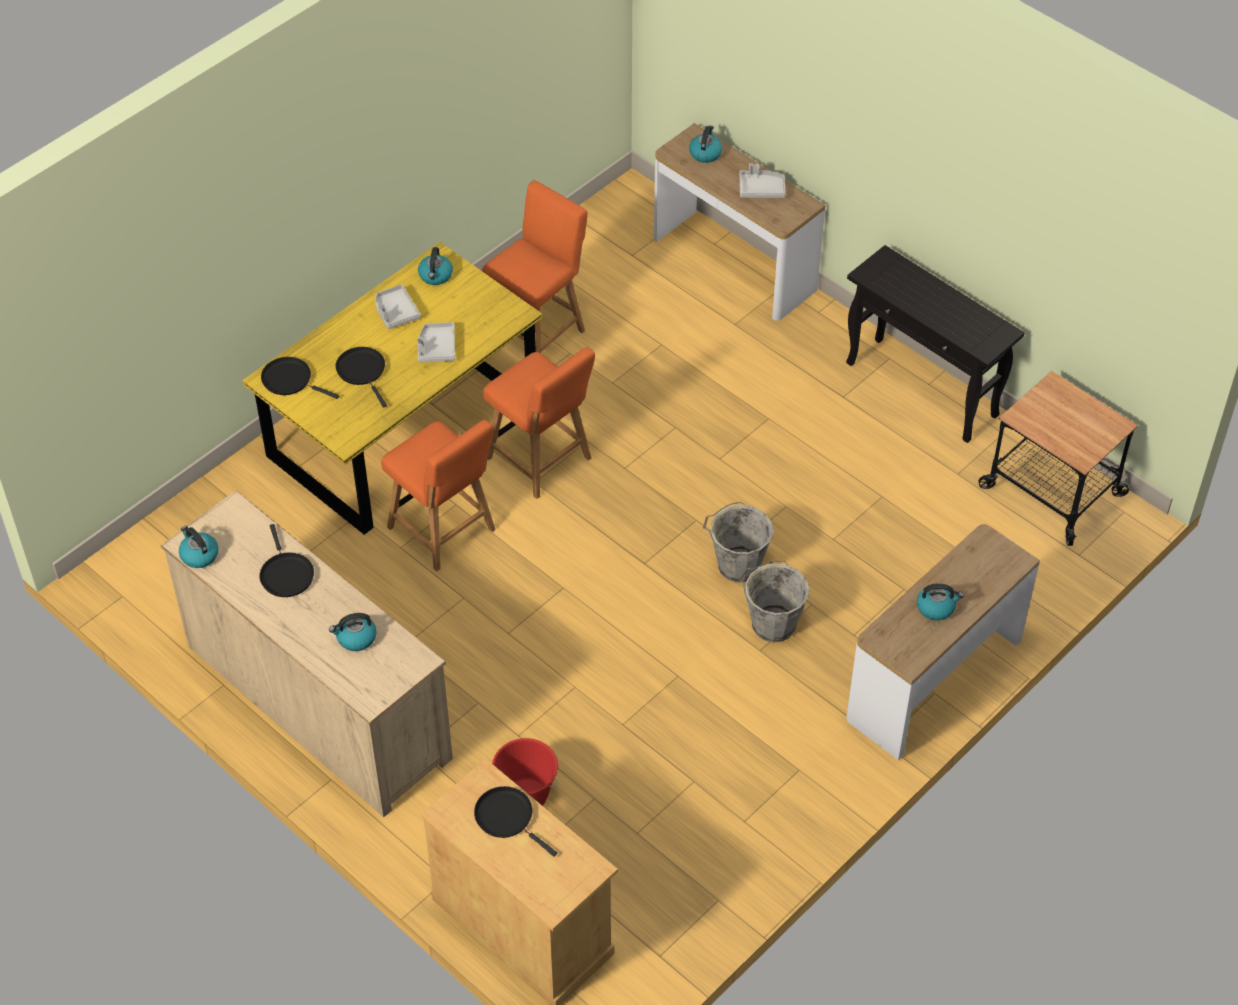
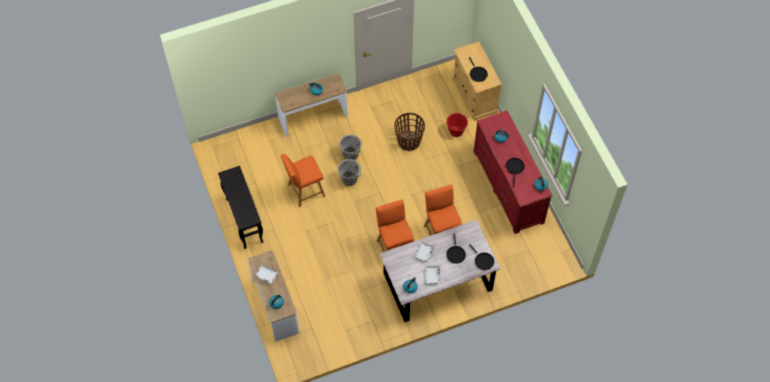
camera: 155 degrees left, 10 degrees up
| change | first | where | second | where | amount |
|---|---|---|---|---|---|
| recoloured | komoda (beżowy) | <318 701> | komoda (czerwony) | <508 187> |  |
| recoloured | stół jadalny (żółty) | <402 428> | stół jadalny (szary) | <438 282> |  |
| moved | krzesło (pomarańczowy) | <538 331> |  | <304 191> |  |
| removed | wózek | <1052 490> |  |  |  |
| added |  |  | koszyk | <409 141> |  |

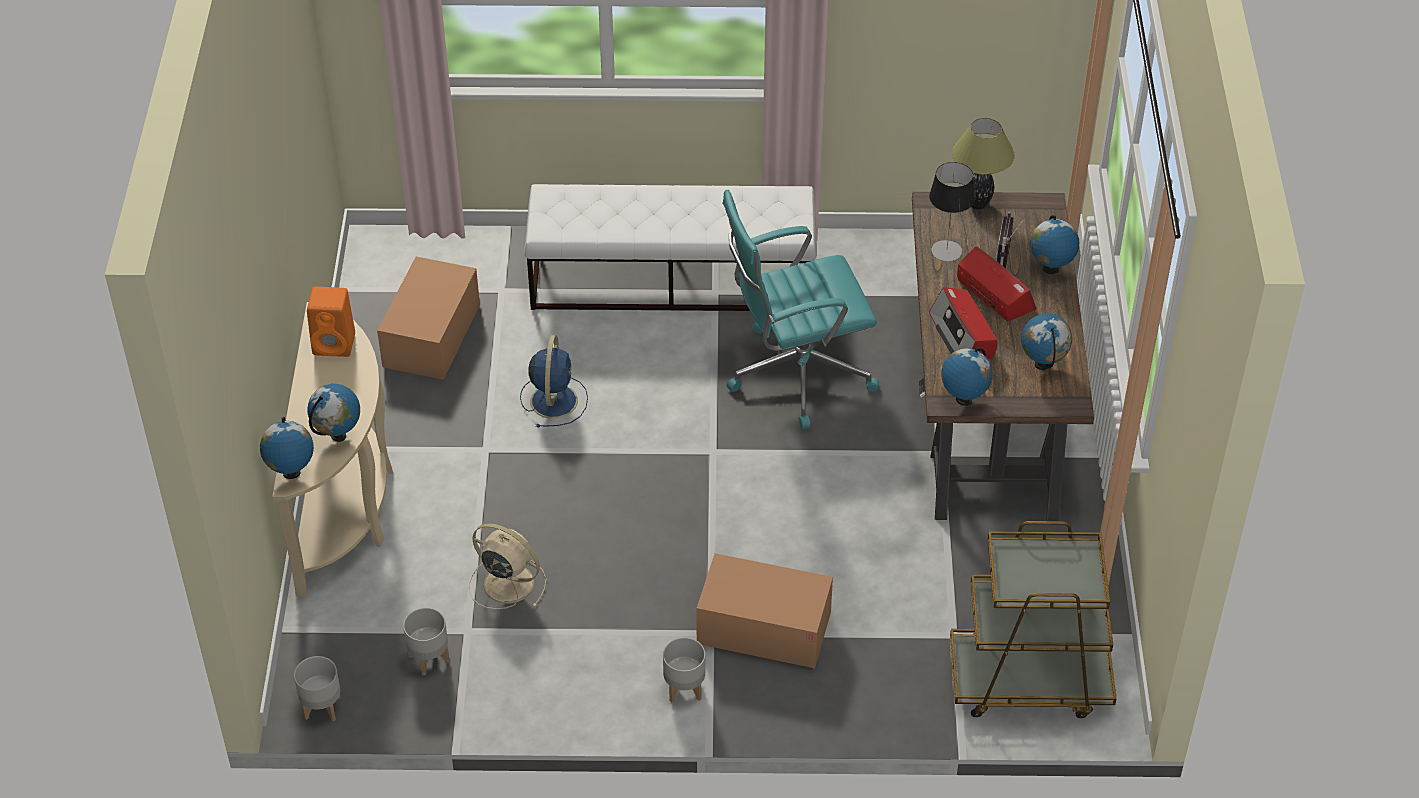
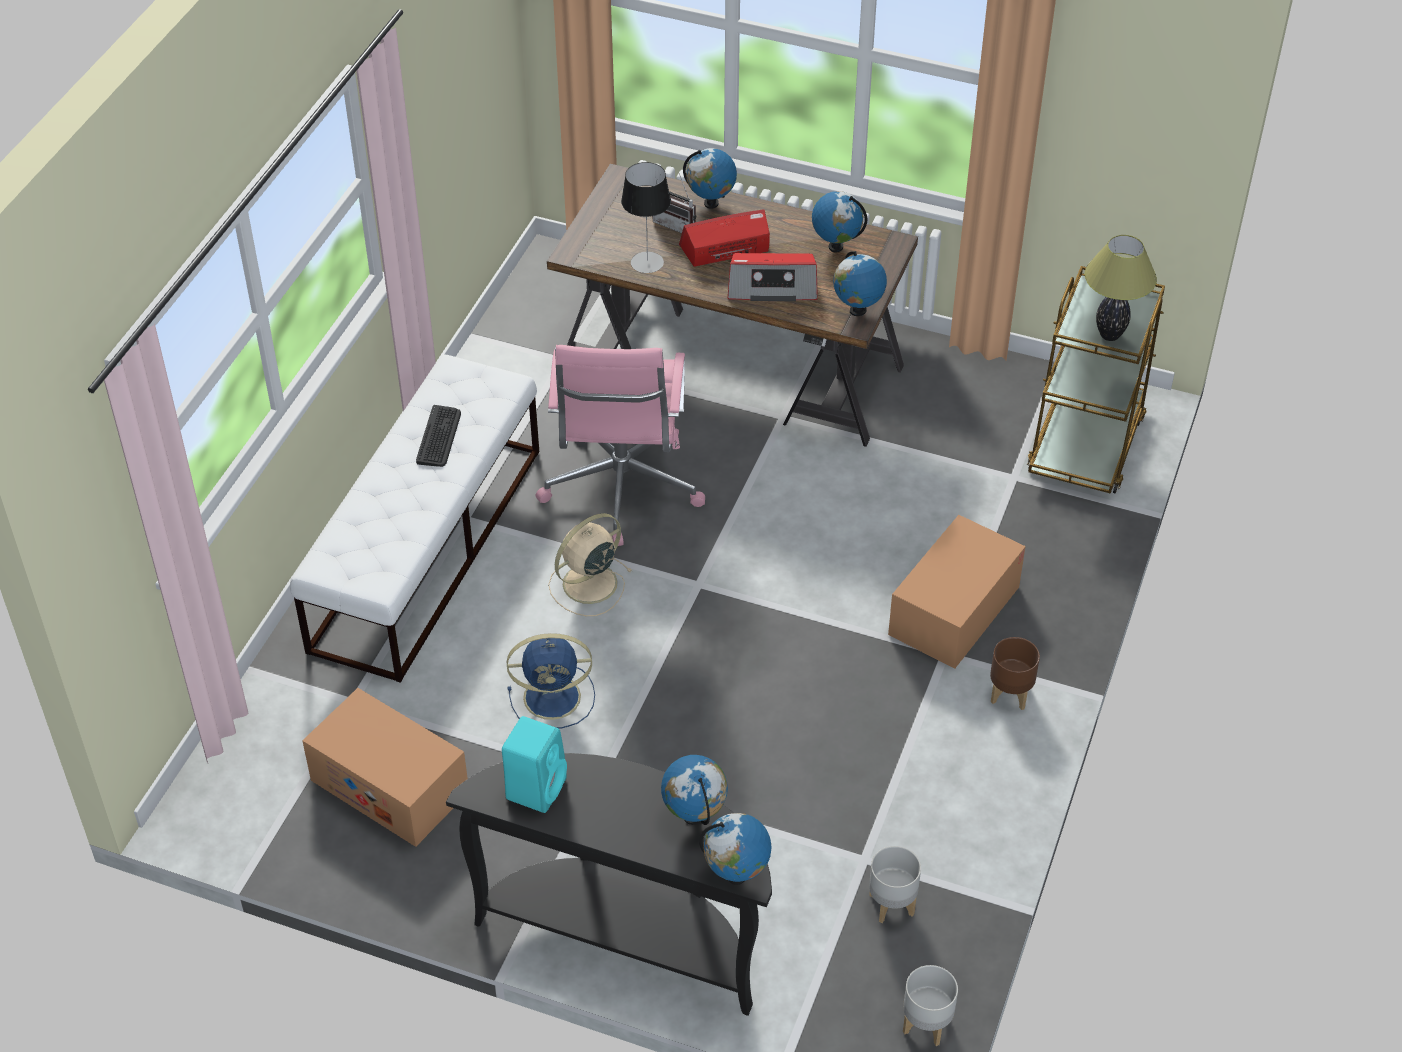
camera: 70 degrees left, 0 degrees up
| change | first | where | second | where | amount |
|---|---|---|---|---|---|
| recoloured | stolik konsolowy (beżowy) | <345 506> | stolik konsolowy (czarny) | <626 934> |  |
| recoloured | głośnik (pomarańczowy) | <335 344> | głośnik (turkusowy) | <536 787> |  |
| moved | wentylator (beżowy) | <506 582> |  | <588 585> |  |
| turned | wentylator (niebieski) | <554 399> |  | <555 697> | 150 degrees clockwise |
| recoloured | donica (szary) | <683 688> | donica (brązowy) | <1010 694> |  |
| recoloured | krzesło biurowe (turkusowy) | <796 373> | krzesło biurowe (różowy) | <621 489> |  |
| moved | lampa stołowa | <977 204> |  | <1110 335> |  |
| added |  |  | klawiatura | <439 437> |  |

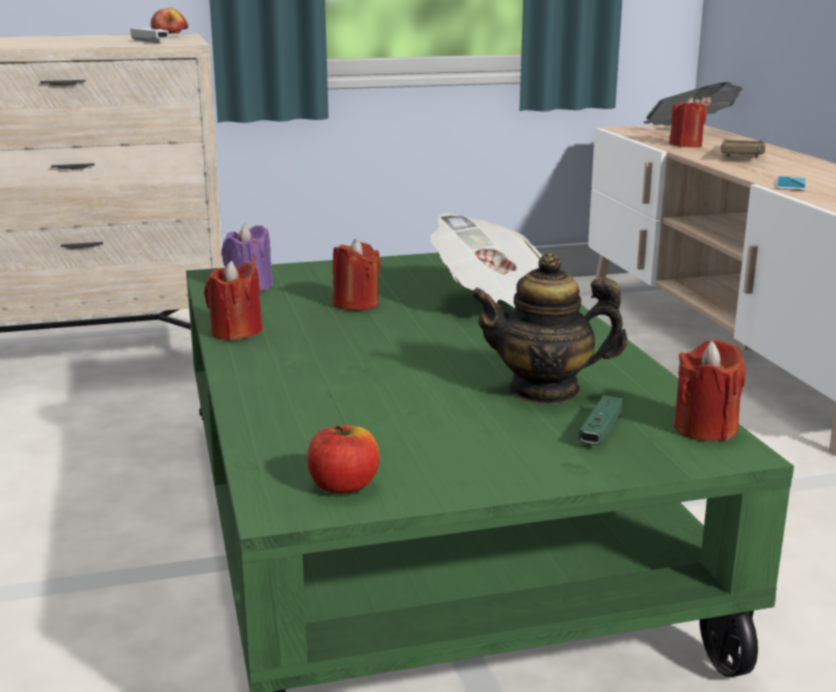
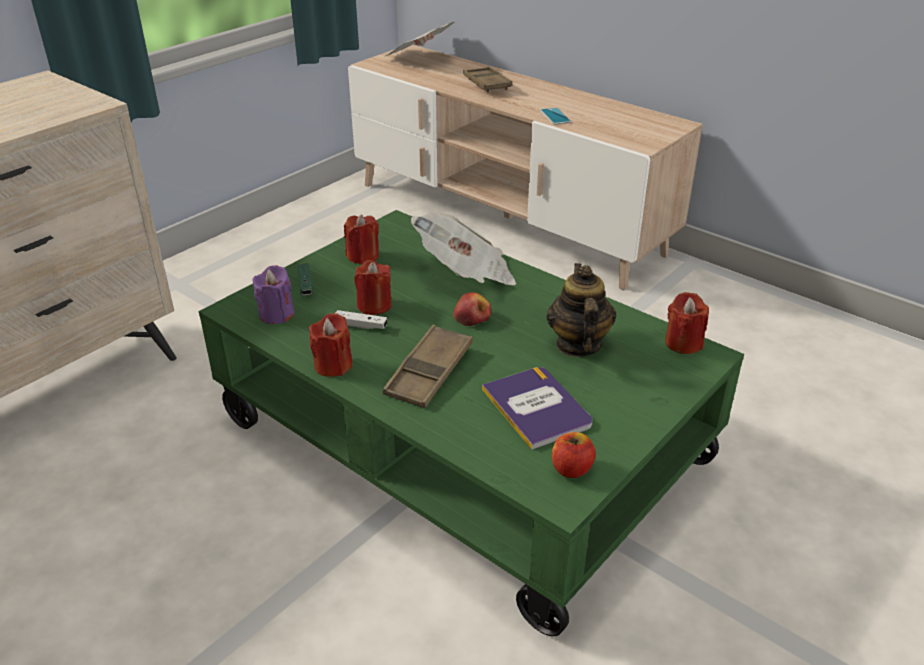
camera: 35 degrees left, 15 degrees up
| change | first | where | second | where | amount |
|---|---|---|---|---|---|
| moved | pad do gier (biały) | <149 41> |  | <360 326> |  |
| moved | jabłko | <170 36> |  | <472 317> |  |
| turned | imbryk | <545 390> |  | <578 344> | 120 degrees clockwise |
| moved | pad do gier (zielony) | <600 431> |  | <305 285> |  |
| moved | świeca (czerwony) | <685 145> |  | <363 256> |  |
| added |  |  | taca (brązowy) | <429 372> |  |
| added |  |  | książka | <537 407> |  |

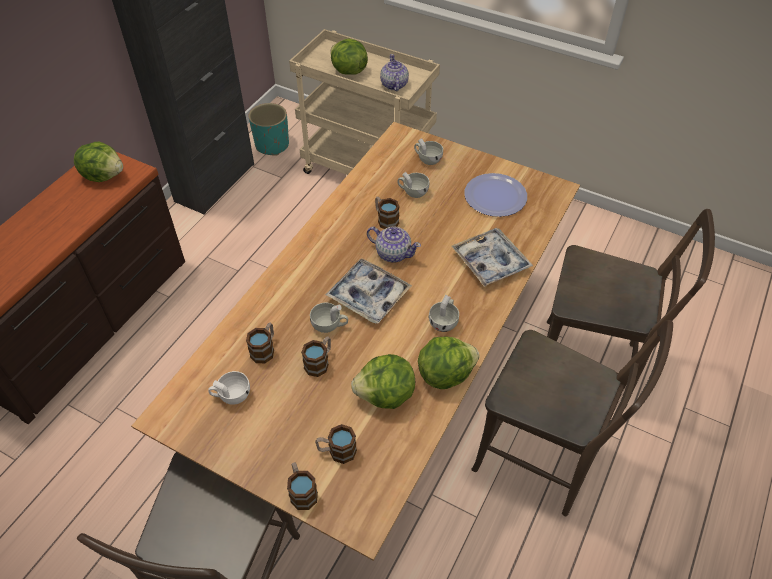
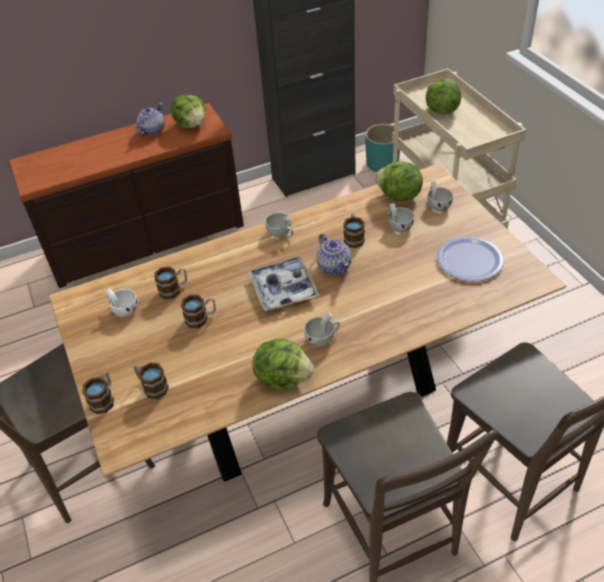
camera: 40 degrees right, 5 degrees down
| change | first | where | second | where | amount |
|---|---|---|---|---|---|
| moved | filiżanka (biały) | <329 325> |  | <281 233> |  |
| moved | sałata | <385 395> |  | <398 196> |  |
| moved | imbryk | <394 85> |  | <152 130> |  |
| removed | taca | <490 262> |  |  |  |

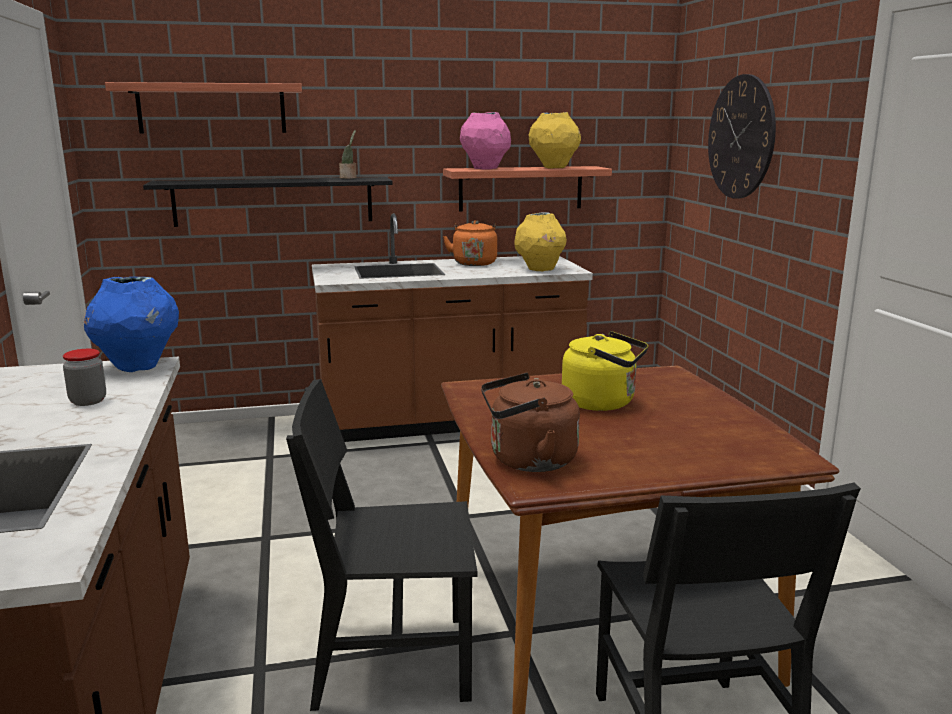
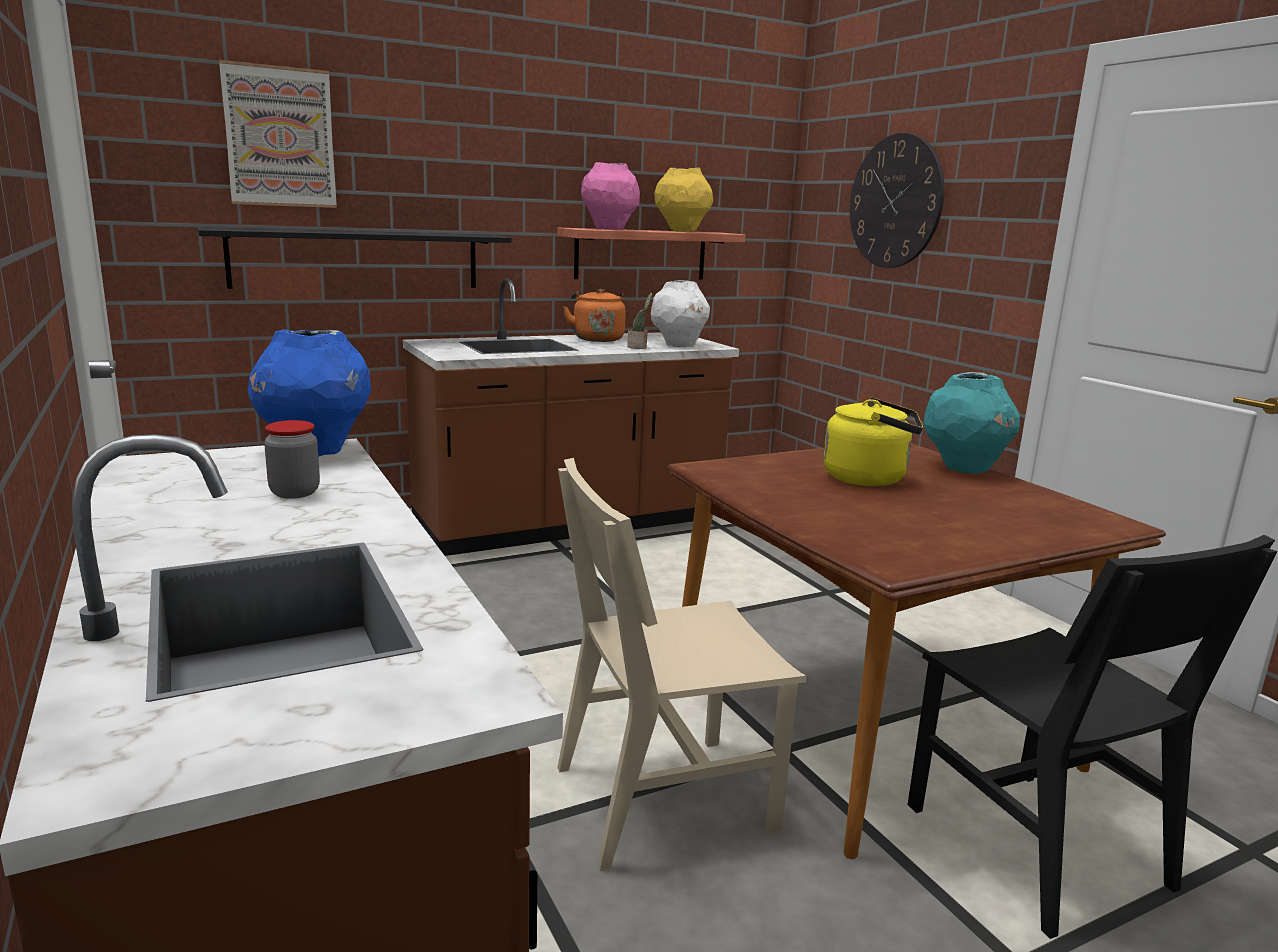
camera: 15 degrees left, 0 degrees up
| change | first | where | second | where | amount |
|---|---|---|---|---|---|
| replaced | półka | <212 108> | obraz | <280 137> |  |
| recoloured | krzesło (czarny) | <392 660> | krzesło (beżowy) | <663 798> |  |
| moved | roślina doniczkowa | <349 178> |  | <638 347> |  |
| removed | czajnik (brązowy) | <527 461> |  |  |  |
| recoloured | wazon (żółty) | <540 269> | wazon (biały) | <679 345> |  |
| added |  |  | wazon (turkusowy) | <964 469> |  |

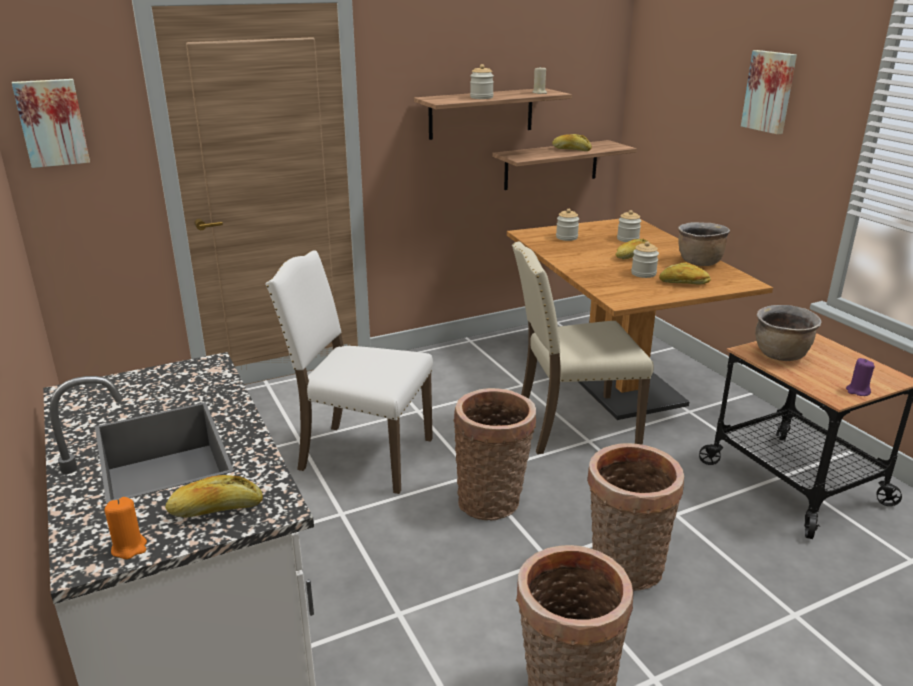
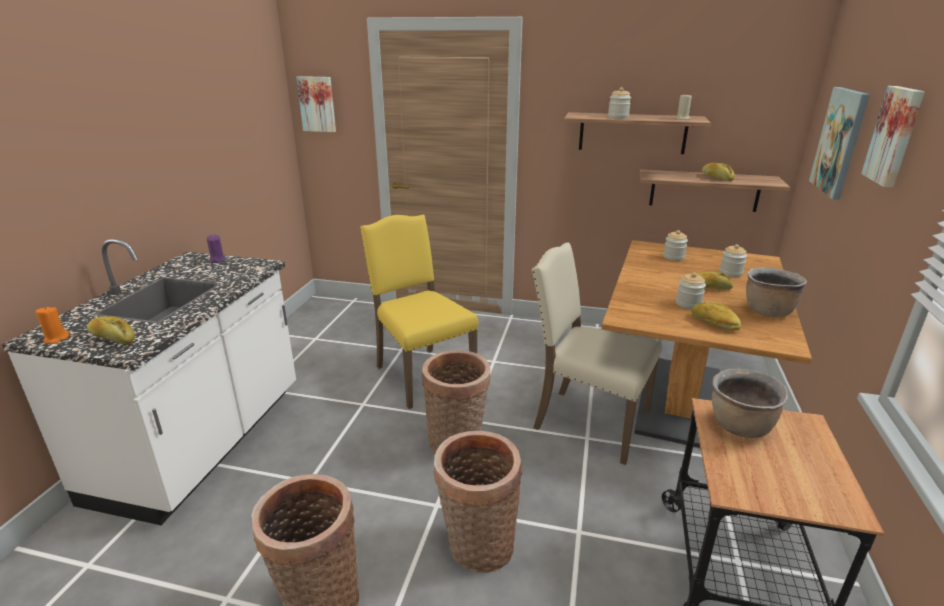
camera: 40 degrees right, 0 degrees up
| change | first | where | second | where | amount |
|---|---|---|---|---|---|
| recoloured | krzesło (biały) | <362 455> | krzesło (żółty) | <421 374> |  |
| moved | świeca (fioletowy) | <857 391> |  | <217 260> |  |
| added |  |  | obraz | <840 142> |  |

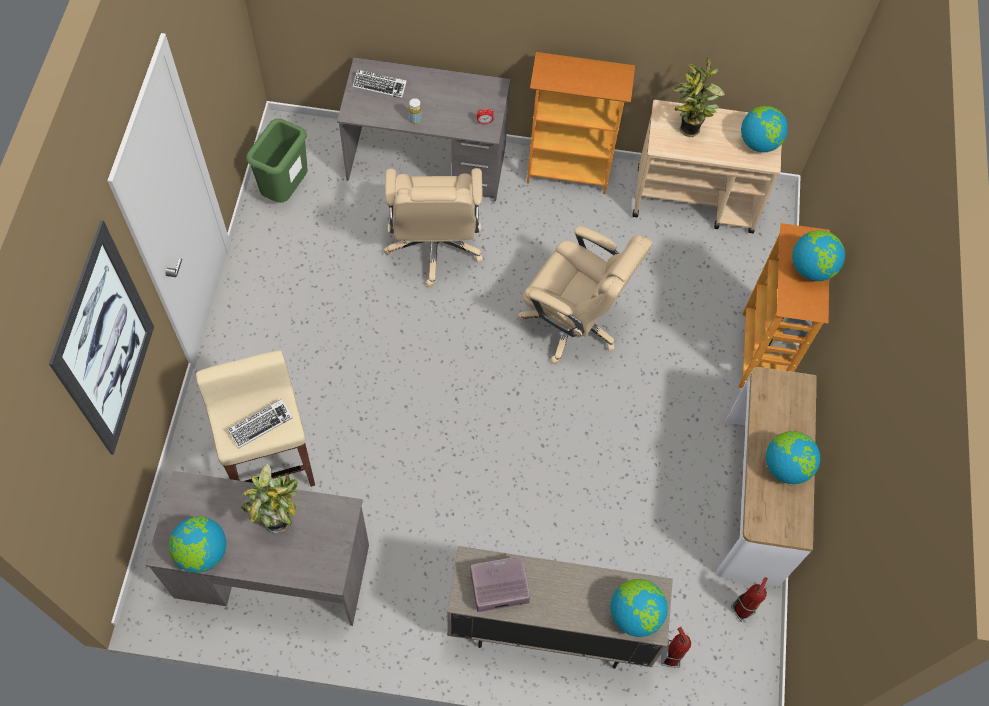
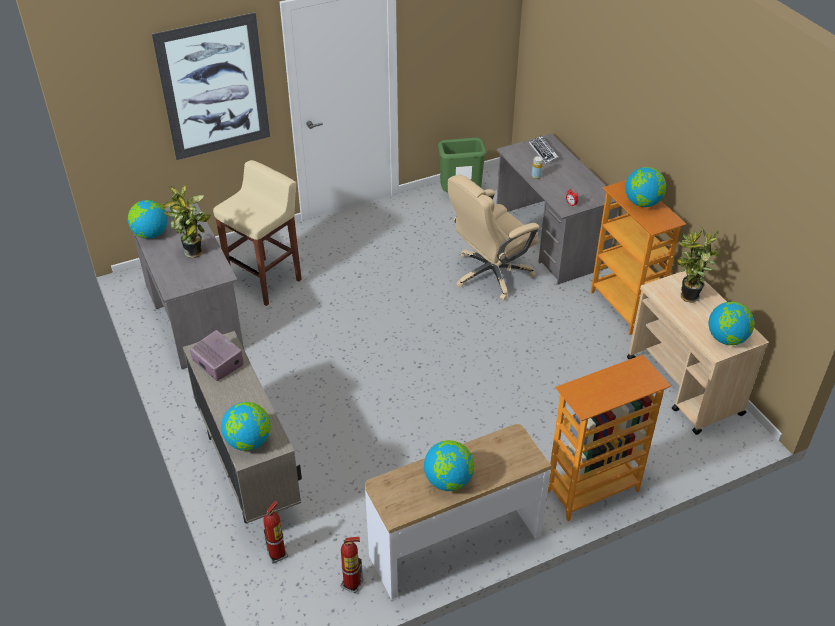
camera: 60 degrees right, 20 degrees down
| change | first | where | second | where | amount |
|---|---|---|---|---|---|
| removed | klawiatura | <260 424> |  |  |  |
| removed | krzesło biurowe (beżowy) | <573 322> |  |  |  |
| moved | globus | <811 268> |  | <642 203> |  |

